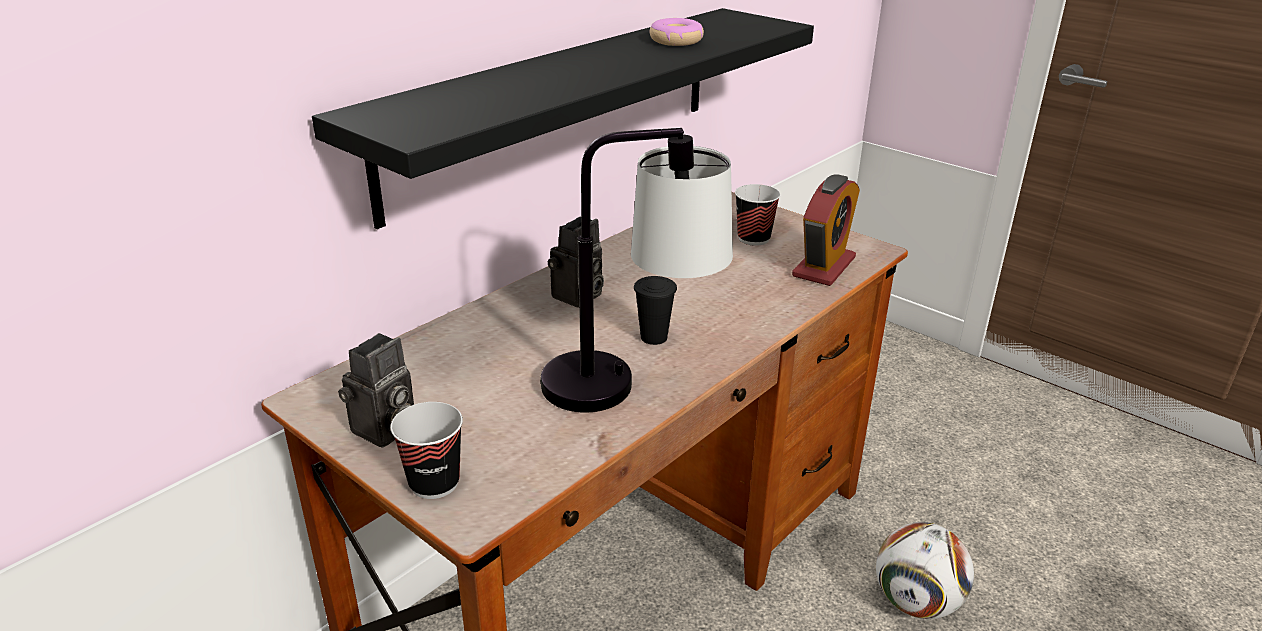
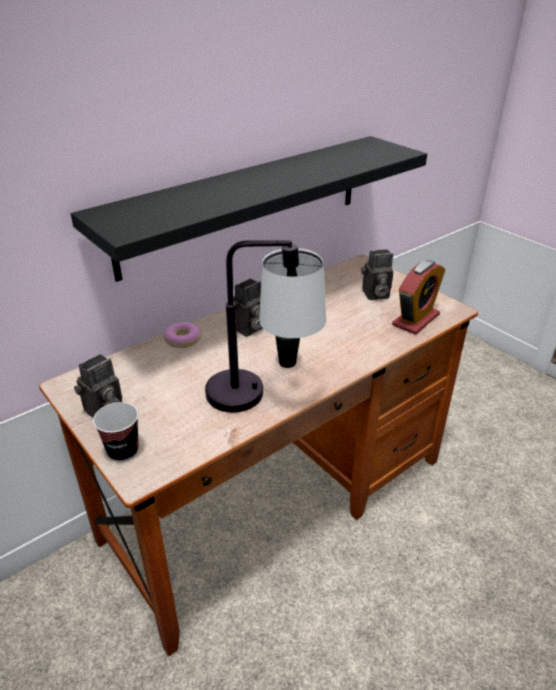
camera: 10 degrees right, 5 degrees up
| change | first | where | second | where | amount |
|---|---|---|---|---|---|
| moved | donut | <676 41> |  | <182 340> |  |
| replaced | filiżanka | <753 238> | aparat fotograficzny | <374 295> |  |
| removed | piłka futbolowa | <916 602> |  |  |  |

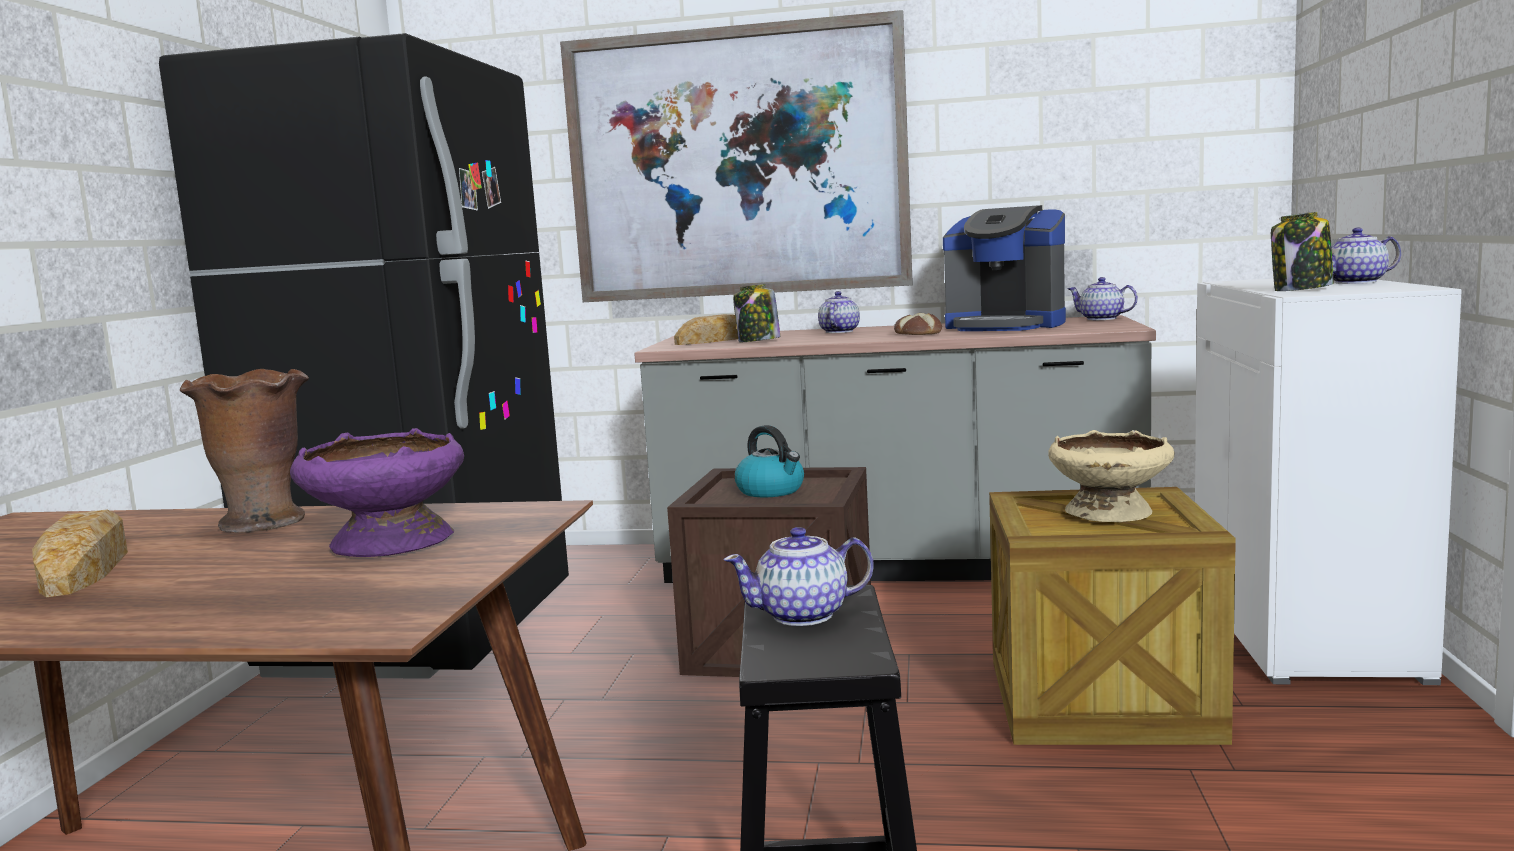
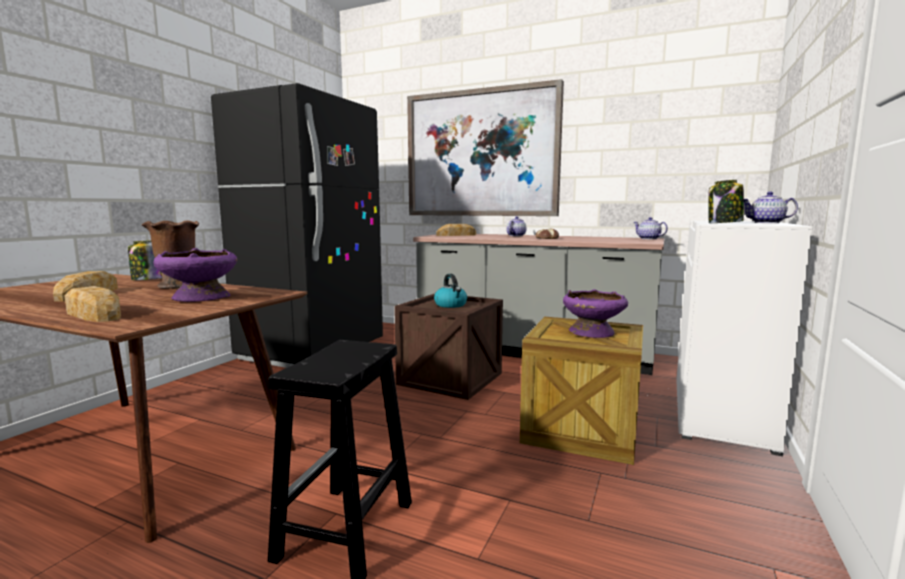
camera: 15 degrees right, 0 degrees up
| change | first | where | second | where | amount |
|---|---|---|---|---|---|
| removed | imbryk | <804 615> |  |  |  |
| moved | słoik | <758 341> |  | <147 280> |  |
| removed | ekspres do kawy | <1005 326> |  |  |  |
| recoloured | miska (beżowy) | <1110 511> | miska (fioletowy) | <593 332> |  |
| added |  |  | chleb | <93 314> |  |

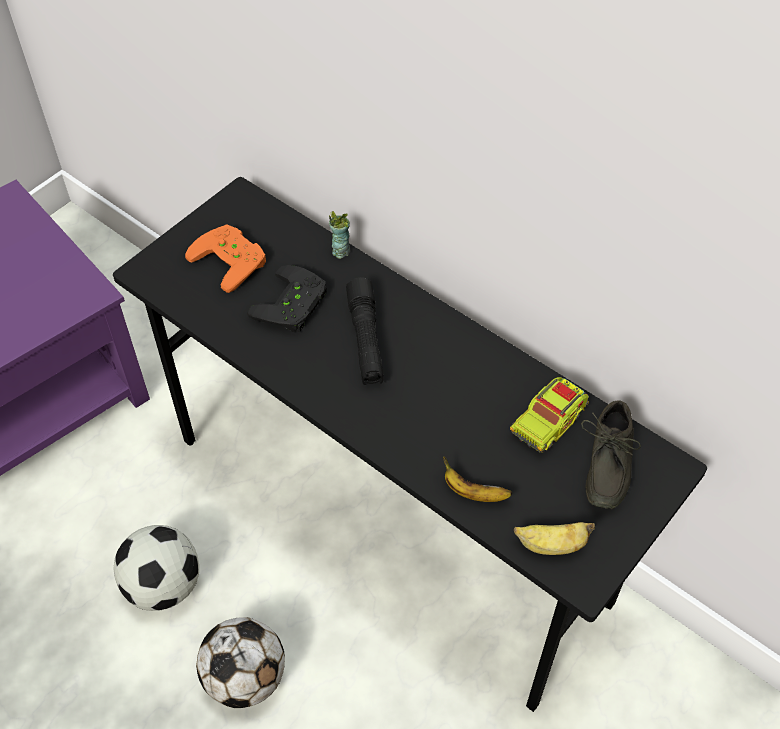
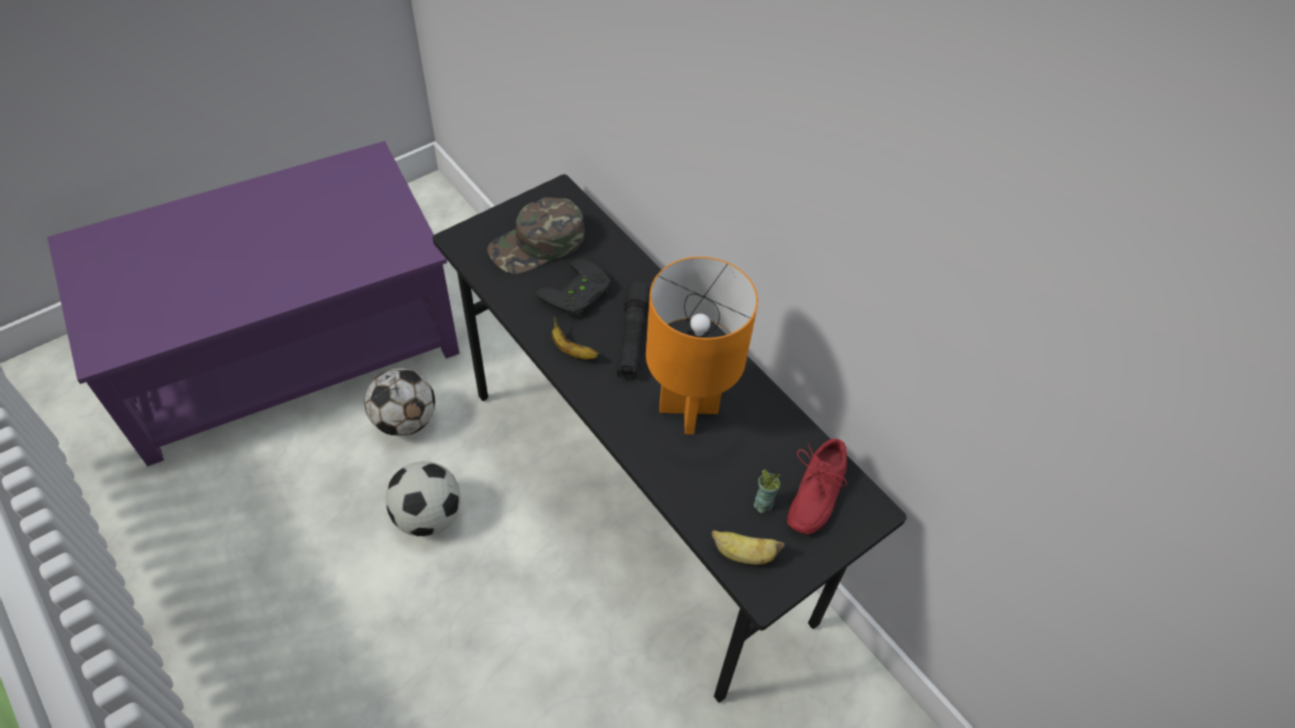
camera: 10 degrees right, 0 degrees up
| change | first | where | second | where | amount |
|---|---|---|---|---|---|
| replaced | pad do gier (pomarańczowy) | <233 259> | czapka z daszkiem (zielony) | <537 244> |  |
| moved | piłka futbolowa | <245 677> |  | <405 420> |  |
| moved | filiżanka | <340 251> |  | <763 504> |  |
| moved | banan | <473 493> |  | <572 350> |  |
| removed | ciężarówka zabawkowa | <548 422> |  |  |  |
| recoloured | but (szary) | <603 464> | but (czerwony) | <812 493> |  |
| added |  |  | lampa stołowa (pomarańczowy) | <689 409> |  |

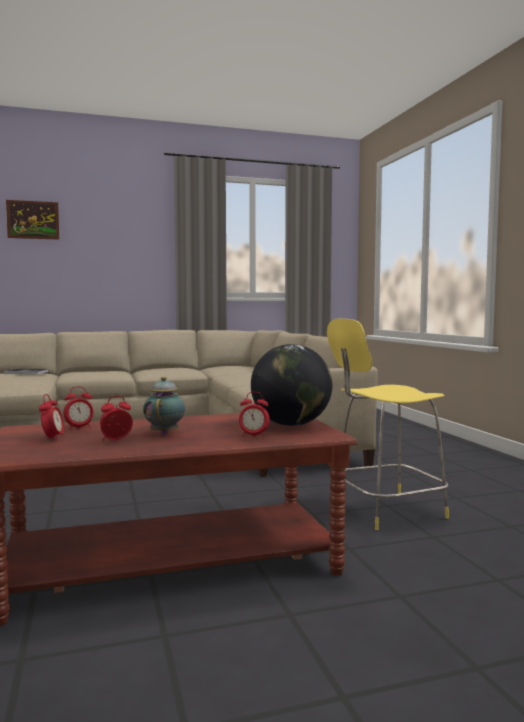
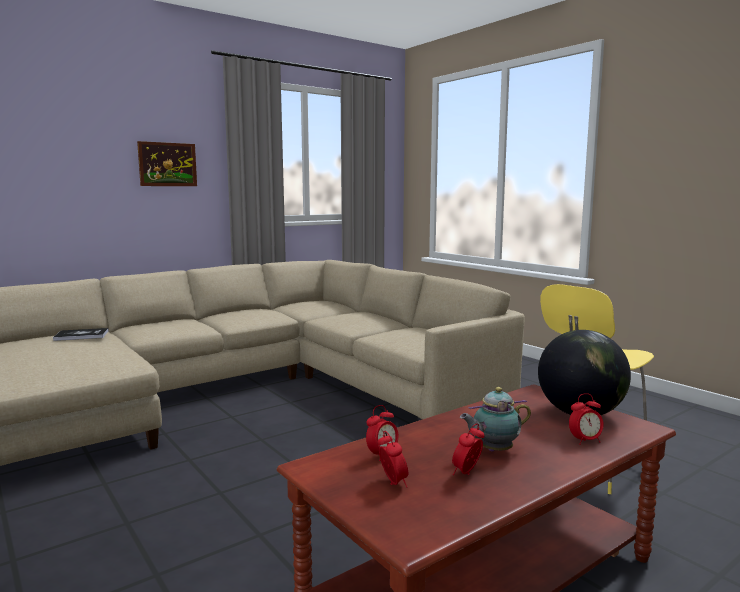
camera: 20 degrees left, 5 degrees up
| change | first | where | second | where | amount |
|---|---|---|---|---|---|
| moved | obraz | <33 220> |  | <167 164> |  |
| turned | imbryk | <165 433> |  | <493 450> | 90 degrees counterclockwise |

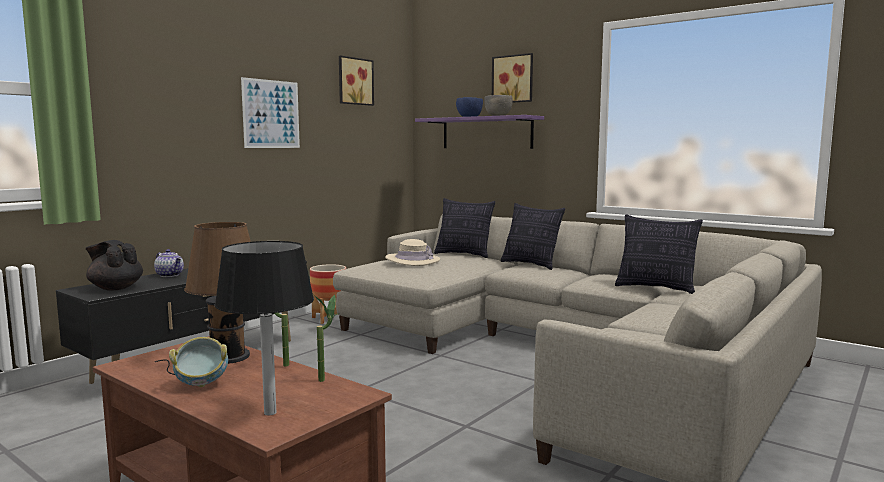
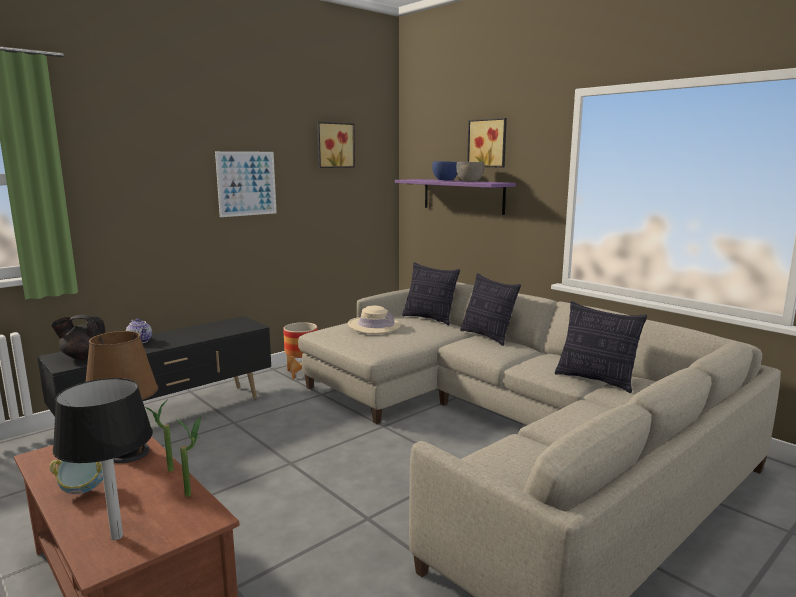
camera: 10 degrees right, 5 degrees up
| change | first | where | second | where | amount |
|---|---|---|---|---|---|
| turned | imbryk (czarny) | <115 288> |  | <85 357> | 45 degrees counterclockwise |

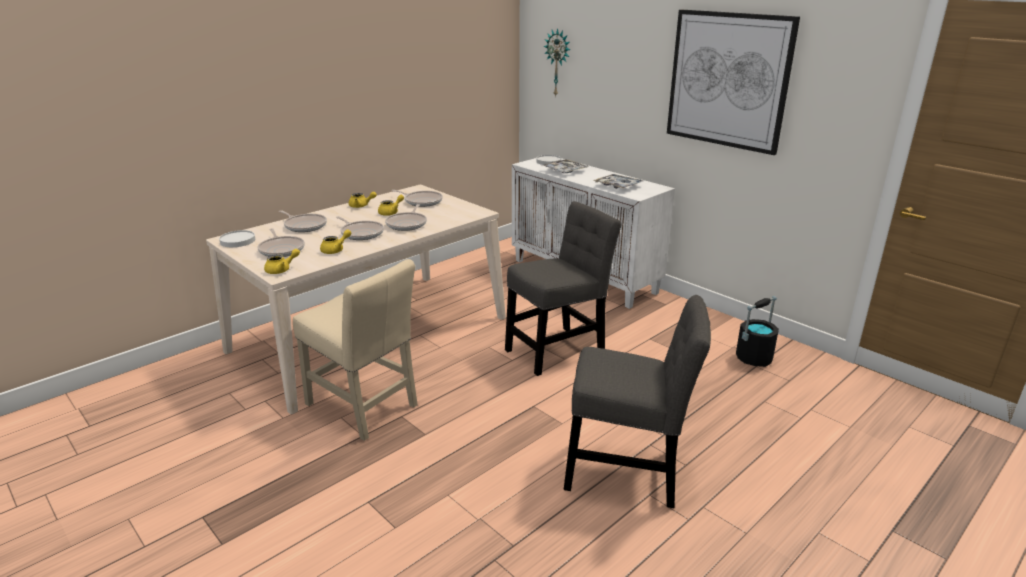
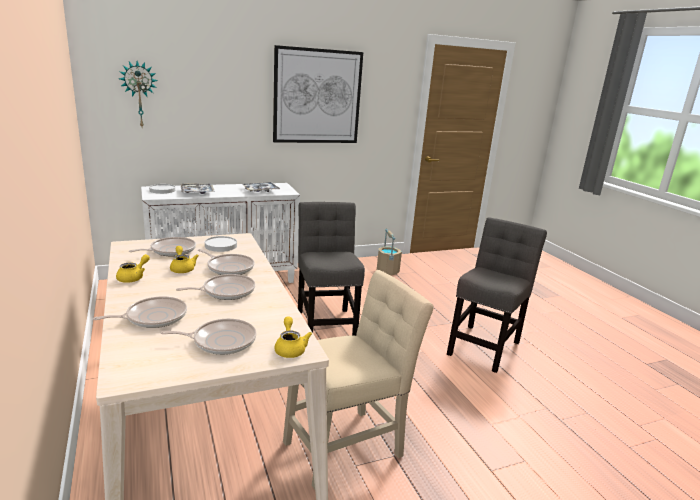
camera: 70 degrees left, 5 degrees down
| change | first | where | second | where | amount |
|---|---|---|---|---|---|
| moved | talerz (biały) | <238 241> |  | <221 245> |  |
| removed | imbryk (żółty) | <336 250> |  |  |  |
| recoloured | wiadro (czarny) | <754 358> | wiadro (beżowy) | <387 271> |  |

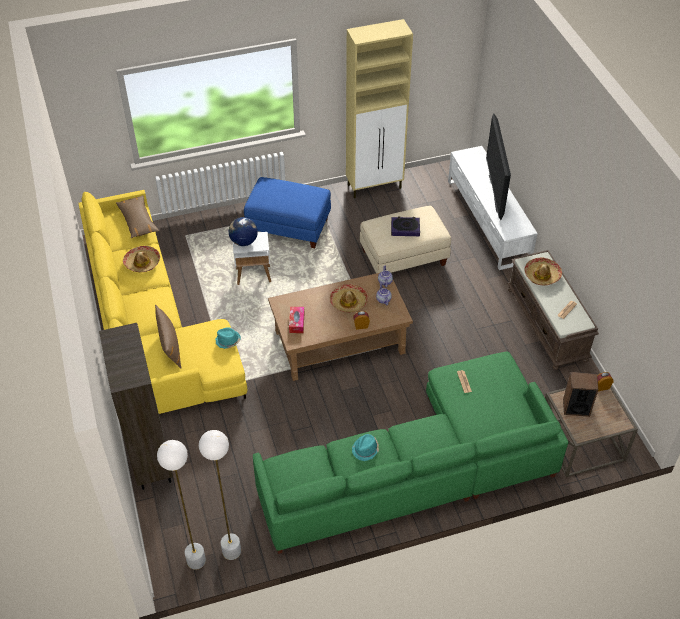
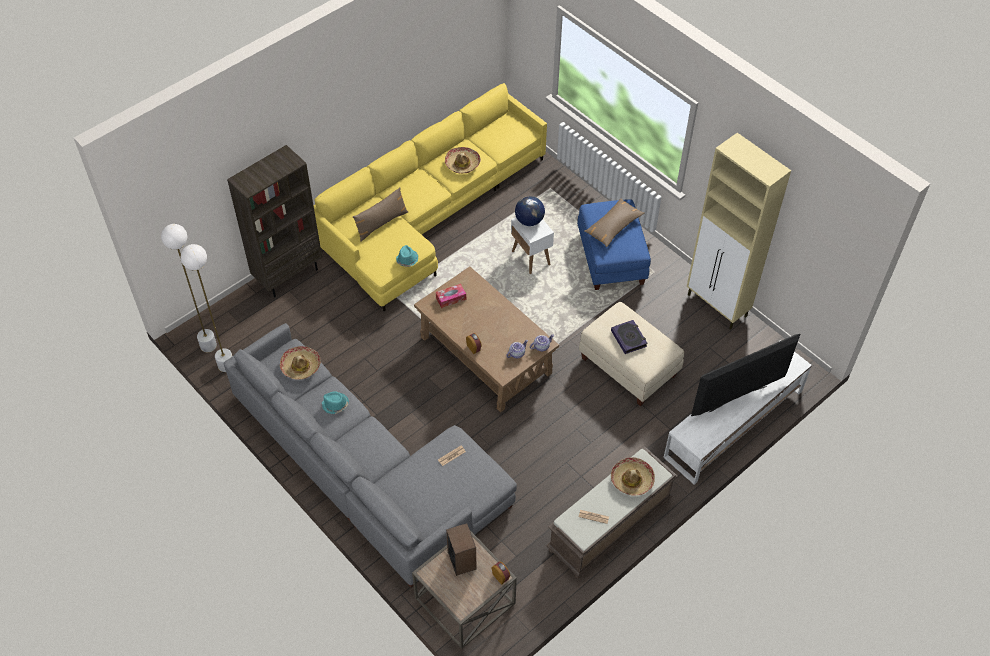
camera: 65 degrees right, 5 degrees up
| change | first | where | second | where | amount |
|---|---|---|---|---|---|
| moved | poduszka (brązowy) | <138 221> |  | <613 226> |  |
| recoloured | kanapa (zielony) | <420 468> | kanapa (szary) | <369 470> |  |
| moved | kapelusz | <348 302> |  | <301 366> |  |

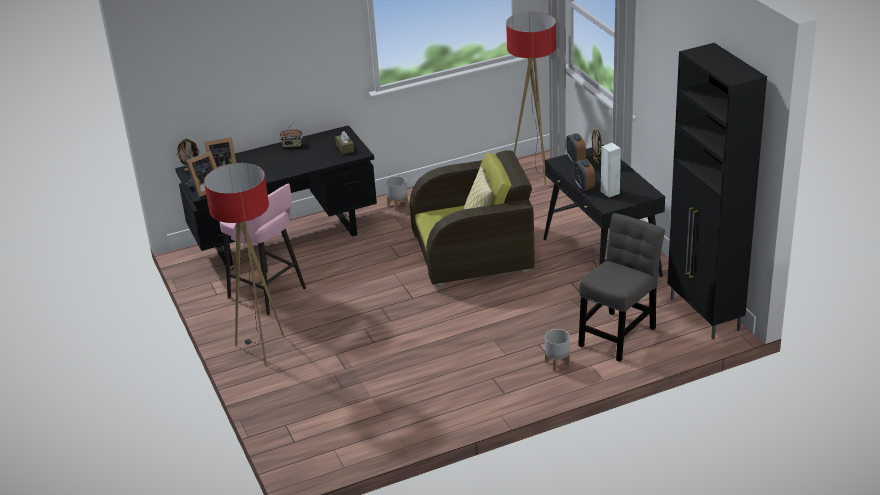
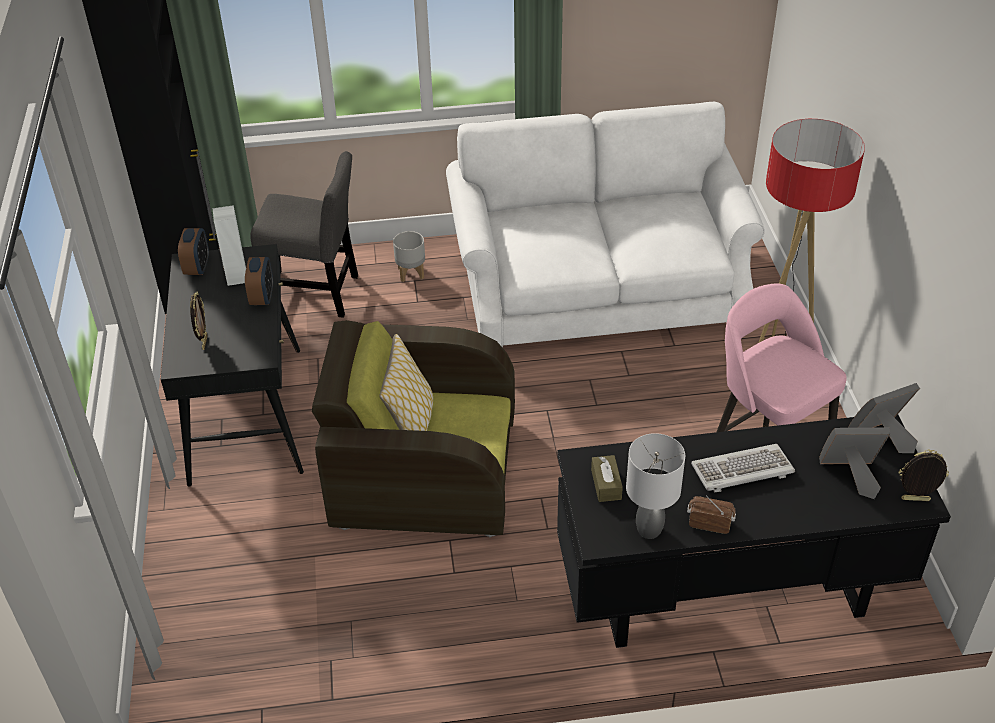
camera: 165 degrees left, 10 degrees up
| change | first | where | second | where | amount |
|---|---|---|---|---|---|
| removed | donica (szary) | <398 205> |  |  |  |
| removed | lampa stojąca | <533 175> |  |  |  |
| moved | budzik | <575 159> |  | <197 267> |  |
| turned | krzesło (szary) | <619 334> |  | <315 293> | 135 degrees counterclockwise |
| added |  |  | kanapa (biały) | <599 290> |  |
| added |  |  | lampa stołowa (szary) | <648 529> |  |
| added |  |  | klawiatura | <742 471> |  |

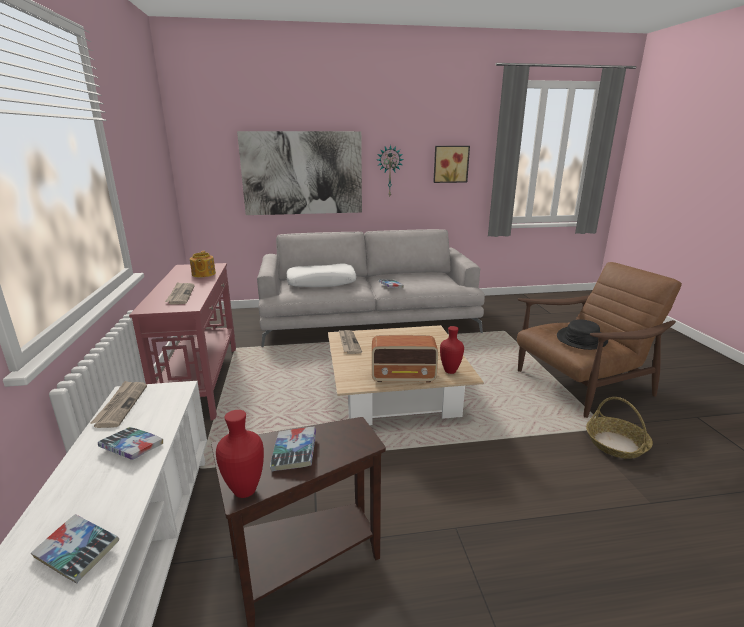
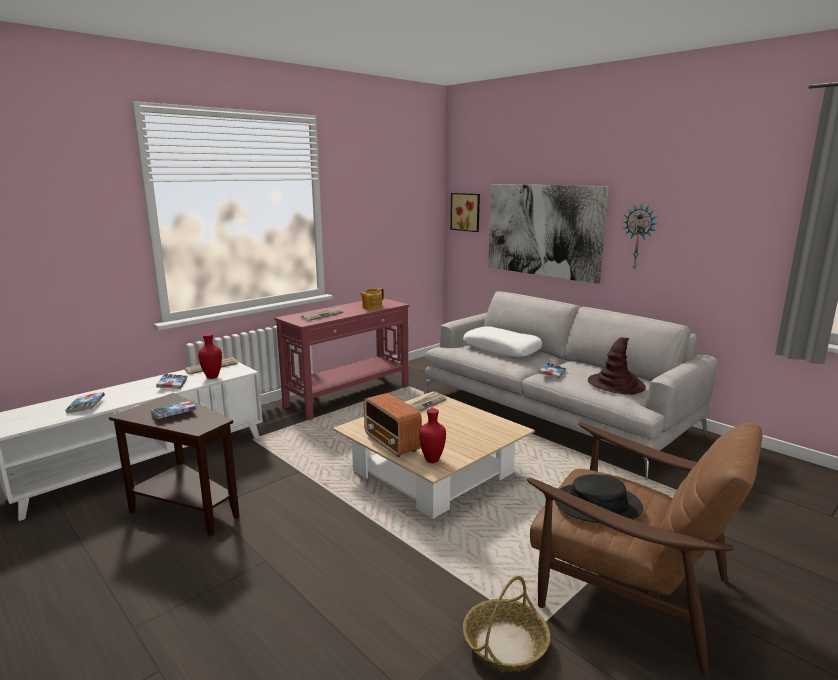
camera: 55 degrees right, 5 degrees down
| change | first | where | second | where | amount |
|---|---|---|---|---|---|
| moved | wazon (czerwony) | <246 491> |  | <212 377> |  |
| moved | obraz | <450 164> |  | <466 212> |  |
| added |  |  | kapelusz (brązowy) | <616 384> |  |

